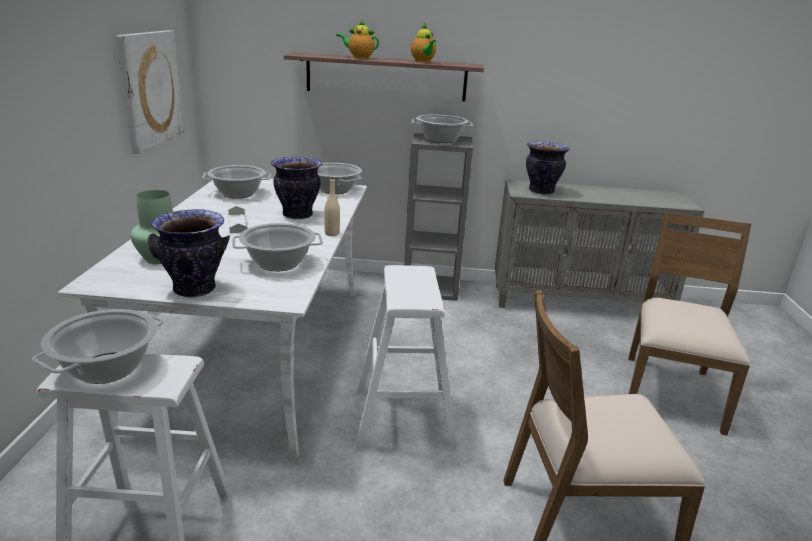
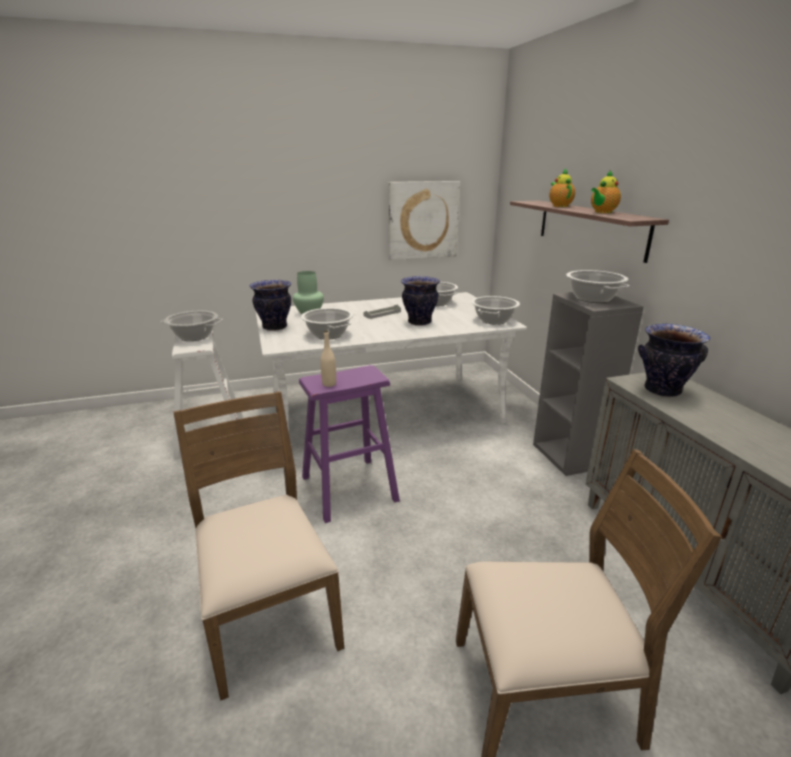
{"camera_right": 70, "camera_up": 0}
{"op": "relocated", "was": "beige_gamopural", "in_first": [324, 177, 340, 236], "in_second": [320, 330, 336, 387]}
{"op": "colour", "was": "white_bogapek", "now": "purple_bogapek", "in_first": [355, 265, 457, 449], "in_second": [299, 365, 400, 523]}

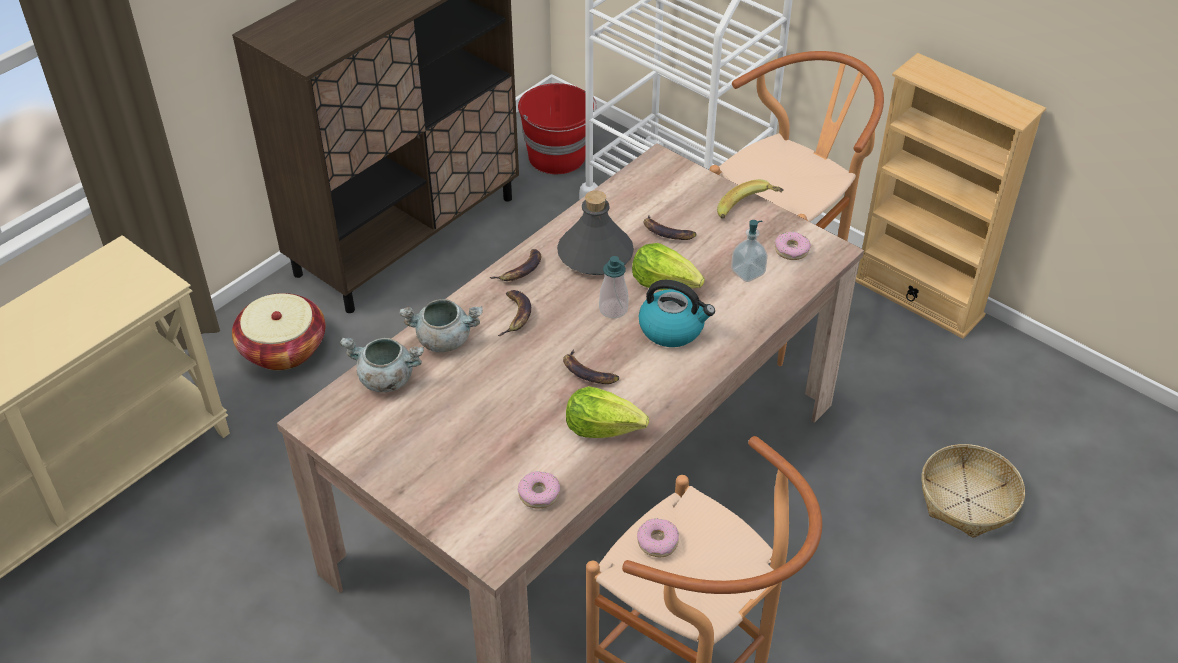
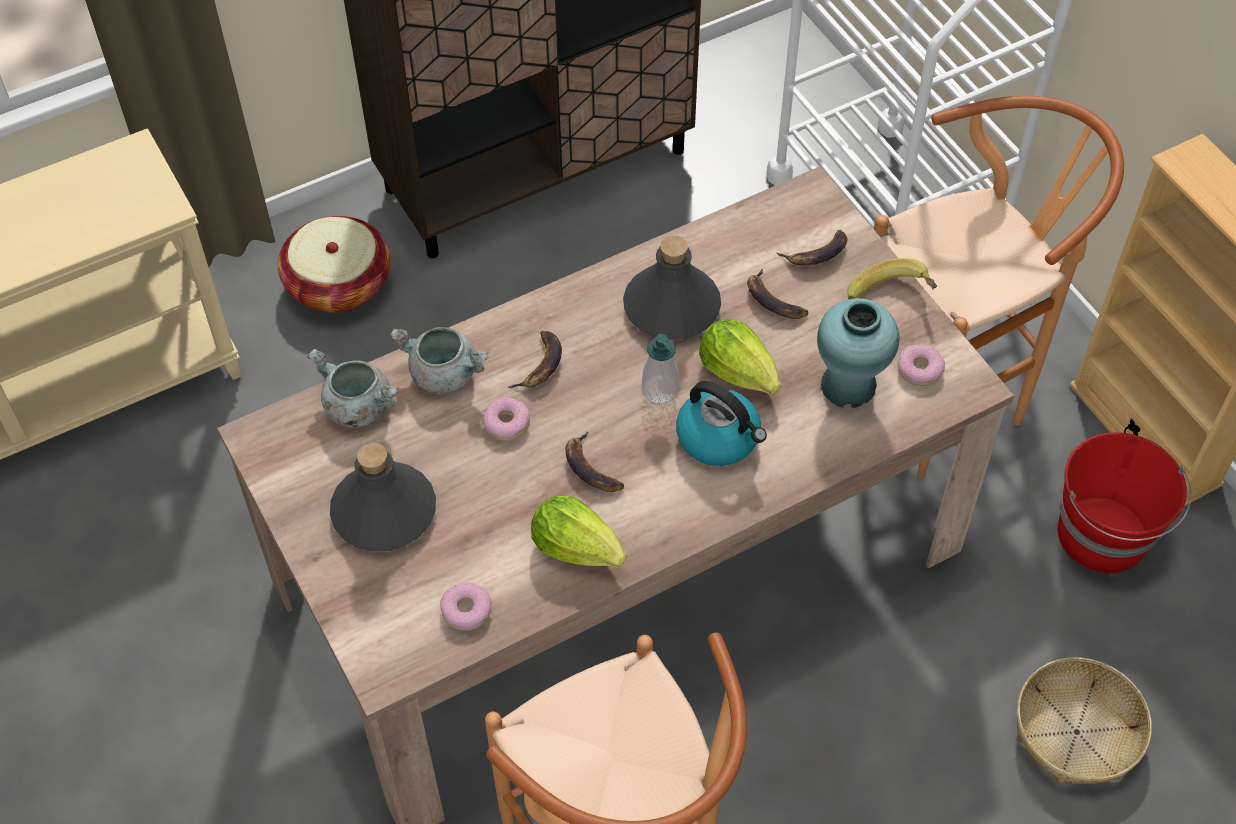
{"camera_right": 20, "camera_up": 10}
{"op": "appeared", "now": "grey_gamopural", "in_second": [330, 443, 436, 552]}
{"op": "relocated", "was": "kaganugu", "in_first": [490, 249, 542, 281], "in_second": [777, 230, 847, 266]}
{"op": "relocated", "was": "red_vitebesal", "in_first": [518, 83, 597, 174], "in_second": [1057, 432, 1191, 573]}
{"op": "relocated", "was": "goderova", "in_first": [637, 518, 679, 557], "in_second": [483, 397, 530, 441]}
{"op": "exchanged", "was": "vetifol", "now": "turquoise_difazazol", "in_first": [731, 220, 768, 282], "in_second": [817, 298, 899, 408]}

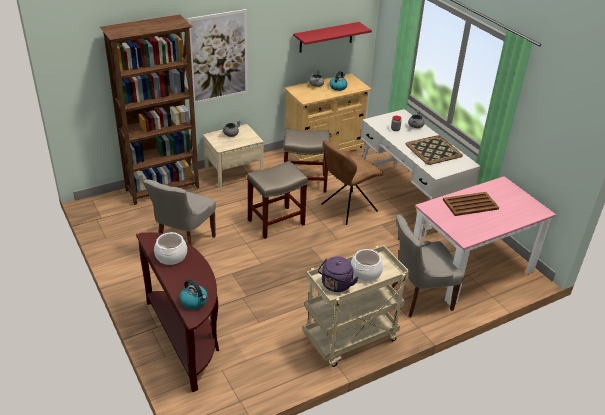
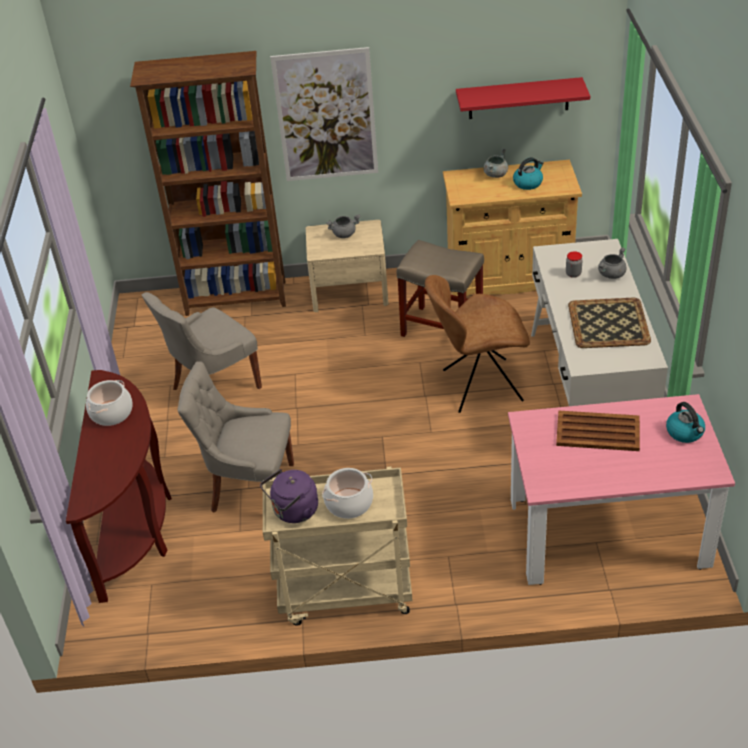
{"camera_right": 30, "camera_up": 5}
{"op": "missing", "was": "beige_bogapek", "in_first": [247, 161, 308, 239]}
{"op": "relocated", "was": "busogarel", "in_first": [180, 279, 208, 309], "in_second": [666, 402, 705, 443]}
{"op": "relocated", "was": "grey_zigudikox", "in_first": [392, 215, 464, 317], "in_second": [178, 361, 294, 513]}

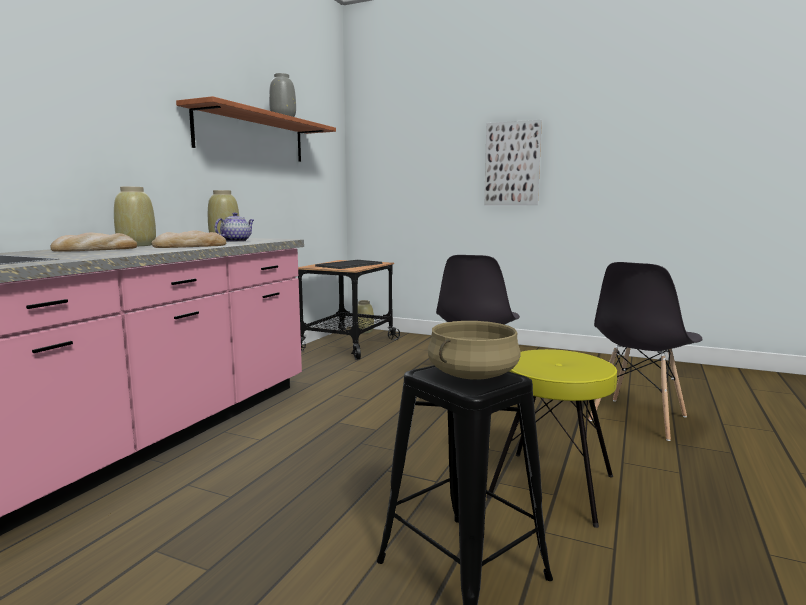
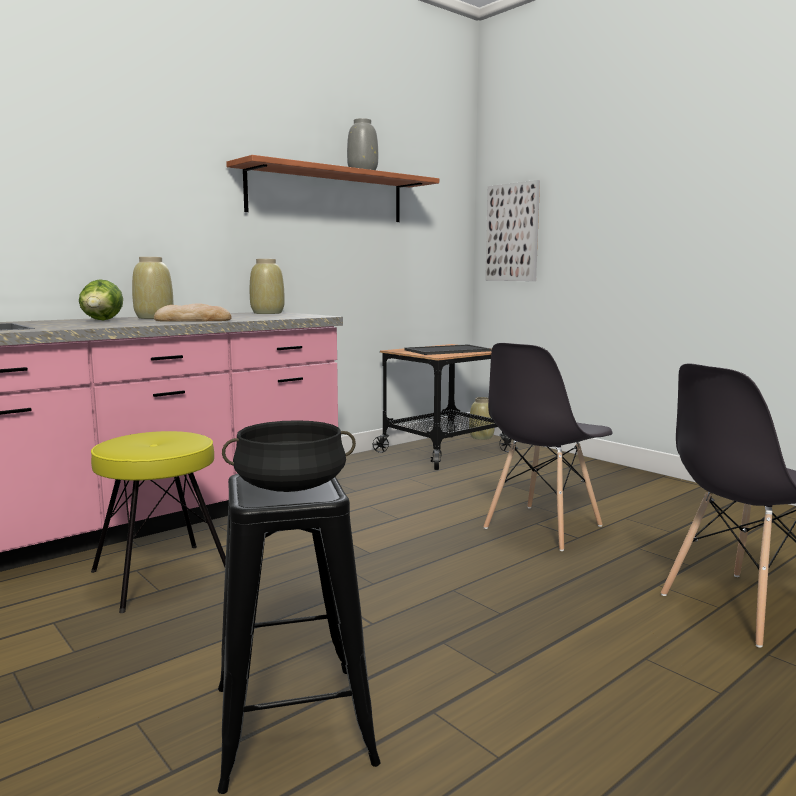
{"camera_right": 25, "camera_up": 0}
{"op": "missing", "was": "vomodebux", "in_first": [215, 213, 254, 242]}
{"op": "relocated", "was": "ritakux", "in_first": [484, 120, 542, 205], "in_second": [485, 180, 540, 281]}
{"op": "relocated", "was": "yellow_bogapek", "in_first": [486, 349, 617, 528], "in_second": [91, 431, 226, 613]}
{"op": "exchanged", "was": "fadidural", "now": "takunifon", "in_first": [51, 233, 137, 252], "in_second": [79, 279, 123, 320]}
{"op": "colour", "was": "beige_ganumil", "now": "black_ganumil", "in_first": [428, 321, 521, 380], "in_second": [222, 420, 356, 492]}

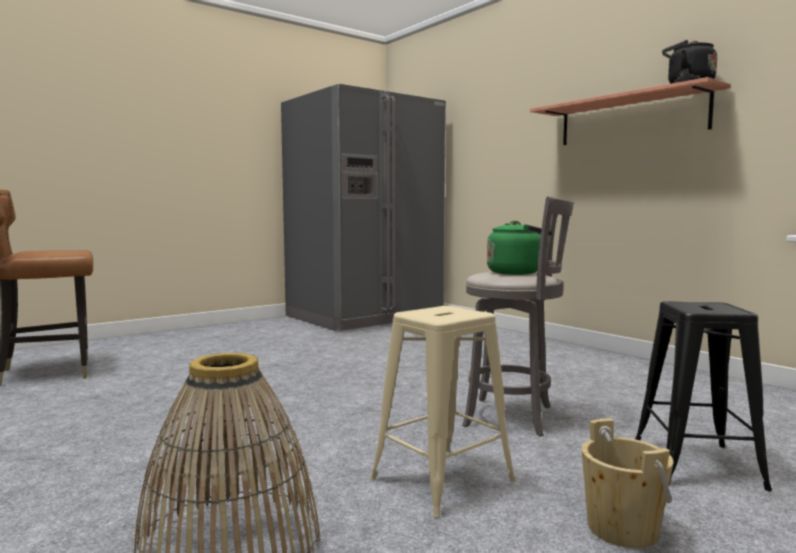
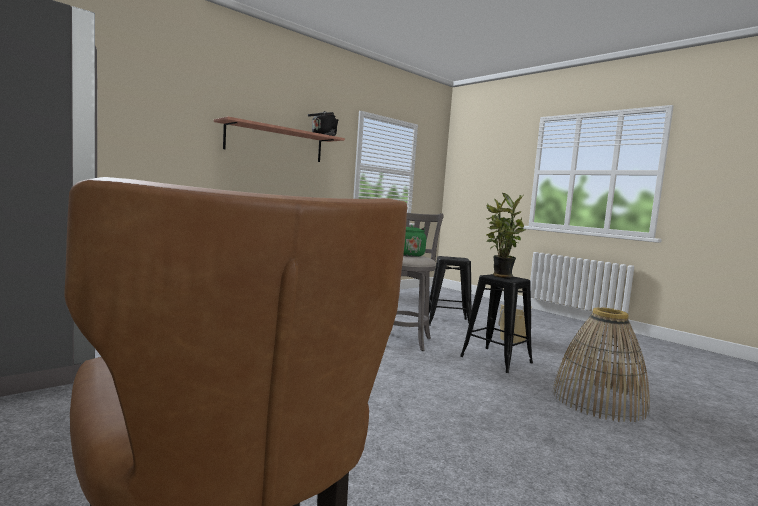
{"camera_right": -95, "camera_up": 0}
{"op": "appeared", "now": "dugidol", "in_second": [486, 193, 526, 278]}
{"op": "colour", "was": "beige_bogapek", "now": "black_bogapek", "in_first": [370, 306, 516, 517], "in_second": [460, 274, 533, 373]}

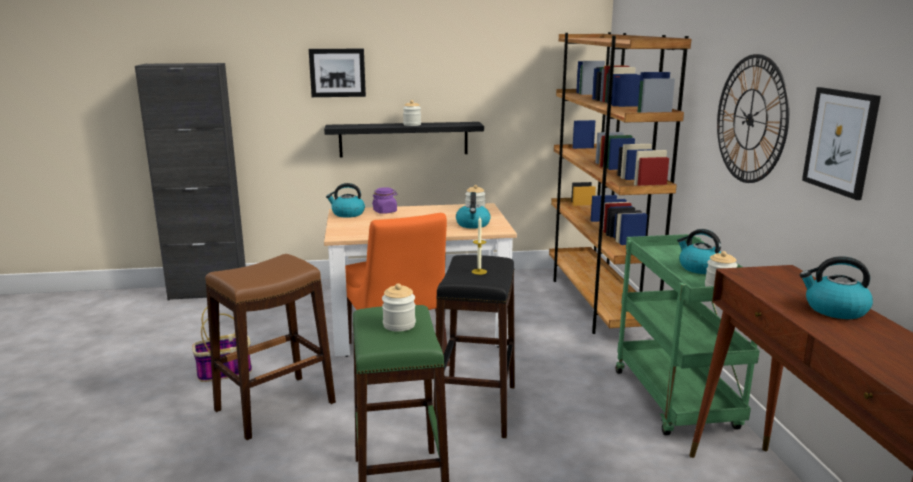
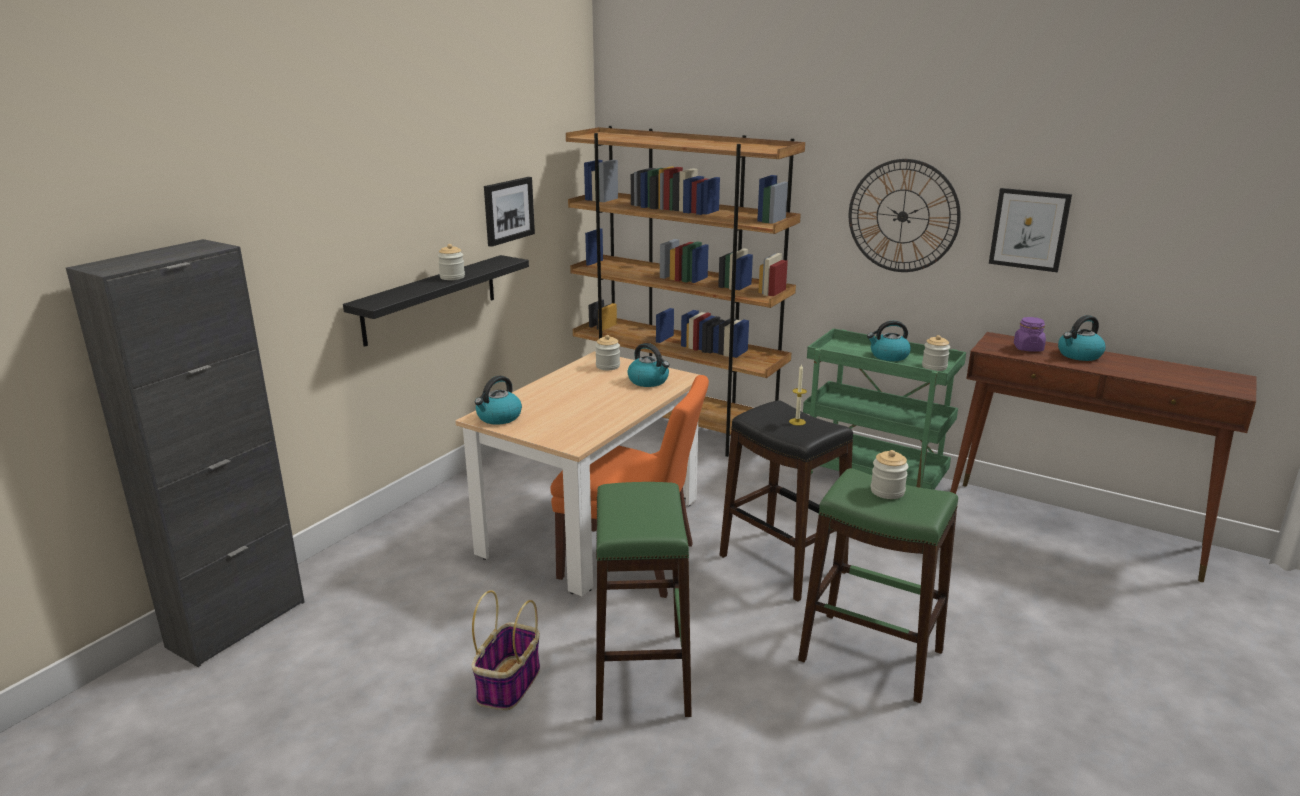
{"camera_right": -50, "camera_up": 5}
{"op": "relocated", "was": "ritakux", "in_first": [309, 49, 366, 97], "in_second": [484, 177, 535, 247]}
{"op": "relocated", "was": "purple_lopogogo", "in_first": [372, 187, 397, 214], "in_second": [1014, 317, 1046, 352]}
{"op": "colour", "was": "brown_bogapek", "now": "green_bogapek", "in_first": [205, 254, 336, 440], "in_second": [596, 482, 692, 720]}

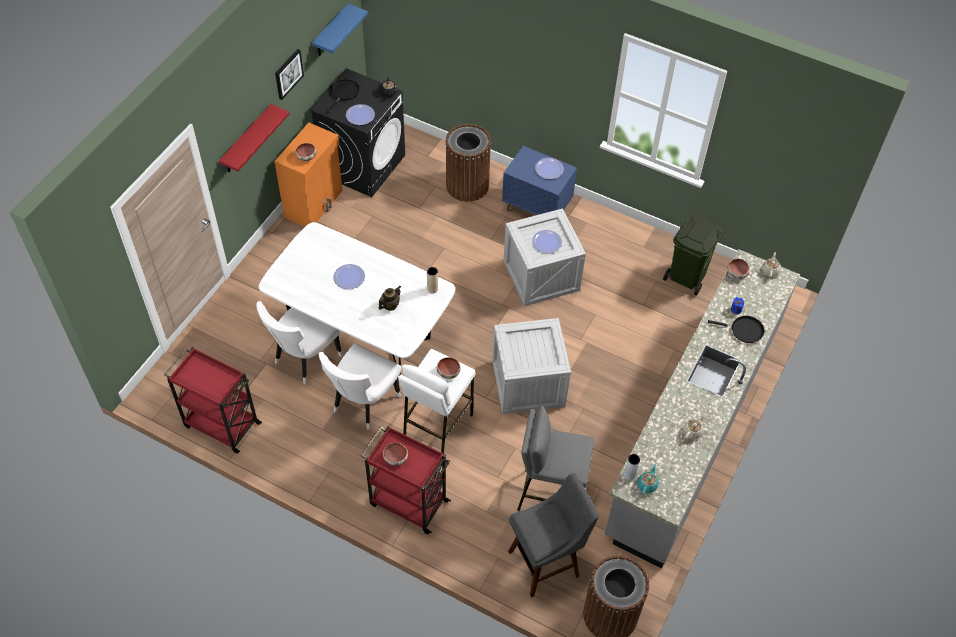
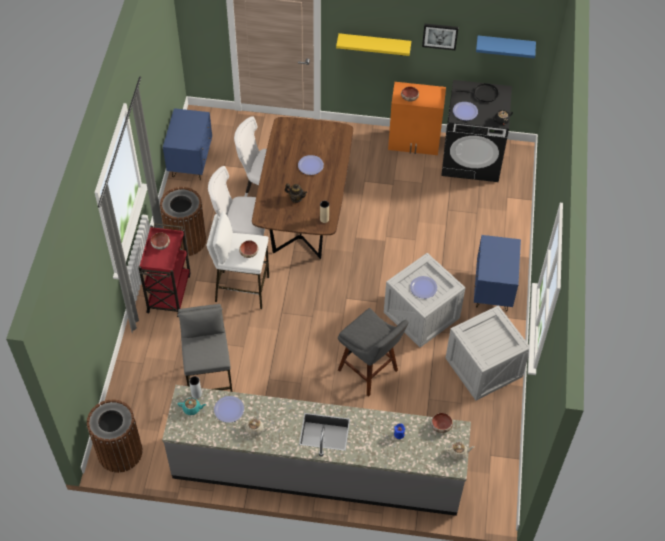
{"camera_right": 70, "camera_up": 0}
{"op": "missing", "was": "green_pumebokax", "in_first": [663, 213, 725, 295]}
{"op": "missing", "was": "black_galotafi", "in_first": [708, 316, 764, 343]}
{"op": "relocated", "was": "brown_pumebokax", "in_first": [445, 124, 491, 202], "in_second": [160, 187, 206, 256]}
{"op": "relocated", "was": "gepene", "in_first": [492, 318, 571, 414], "in_second": [446, 305, 529, 401]}
{"op": "relocated", "was": "grey_bogapek", "in_first": [508, 473, 599, 598], "in_second": [338, 308, 409, 397]}
{"op": "relocated", "was": "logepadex", "in_first": [535, 158, 564, 179], "in_second": [214, 396, 244, 423]}
{"op": "exchanged", "was": "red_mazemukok", "now": "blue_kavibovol", "in_first": [164, 347, 262, 454], "in_second": [163, 108, 212, 180]}
{"op": "colour", "was": "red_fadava", "now": "yellow_fadava", "in_first": [219, 104, 290, 172], "in_second": [336, 33, 411, 56]}
{"op": "colour", "was": "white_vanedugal", "now": "brown_vanedugal", "in_first": [259, 222, 455, 375], "in_second": [252, 117, 353, 259]}

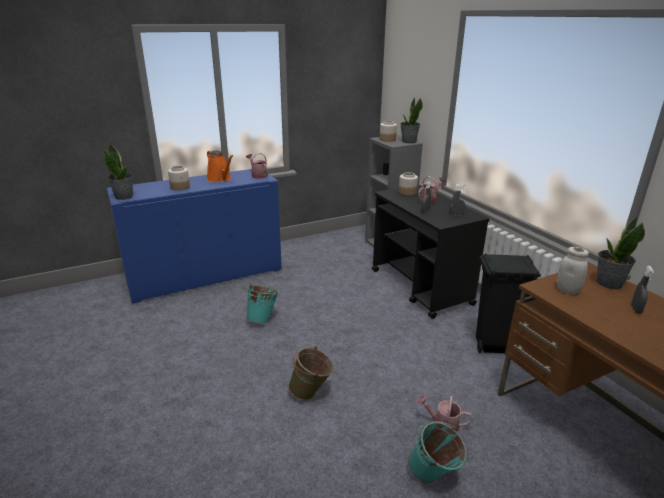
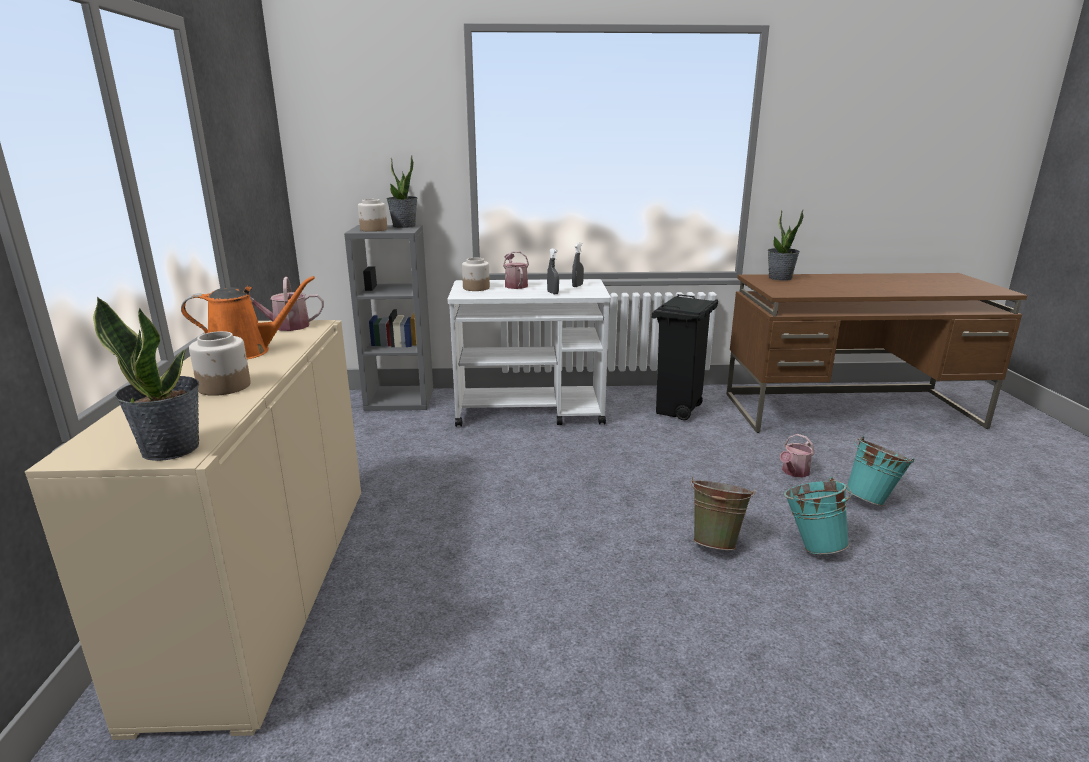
{"camera_right": -65, "camera_up": -5}
{"op": "missing", "was": "white_lopogogo", "in_first": [557, 247, 589, 294]}
{"op": "missing", "was": "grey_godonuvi", "in_first": [631, 266, 654, 314]}
{"op": "relocated", "was": "turquoise_vitebesal", "in_first": [245, 283, 279, 324], "in_second": [784, 477, 852, 554]}
{"op": "colour", "was": "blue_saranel", "now": "beige_saranel", "in_first": [107, 169, 282, 303], "in_second": [25, 320, 361, 740]}
{"op": "colour", "was": "black_mazemukok", "now": "white_mazemukok", "in_first": [372, 185, 490, 319], "in_second": [448, 279, 611, 427]}

